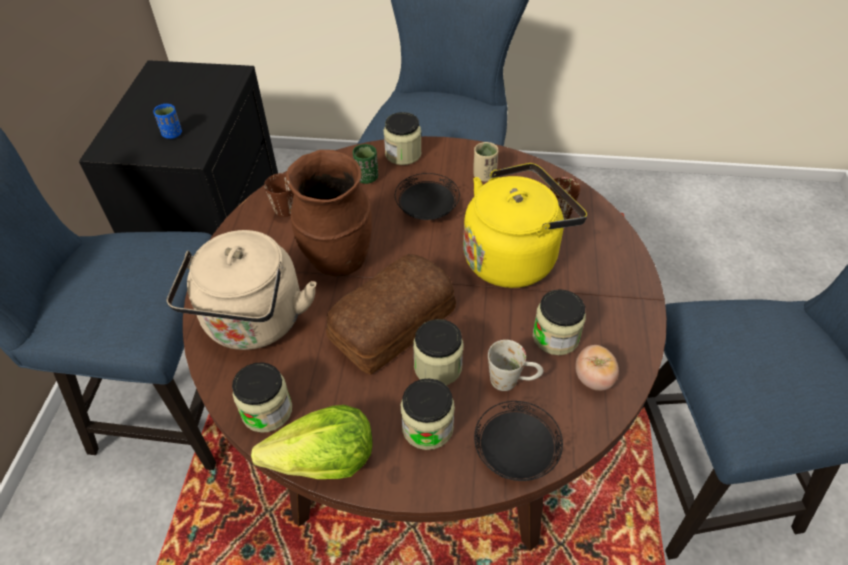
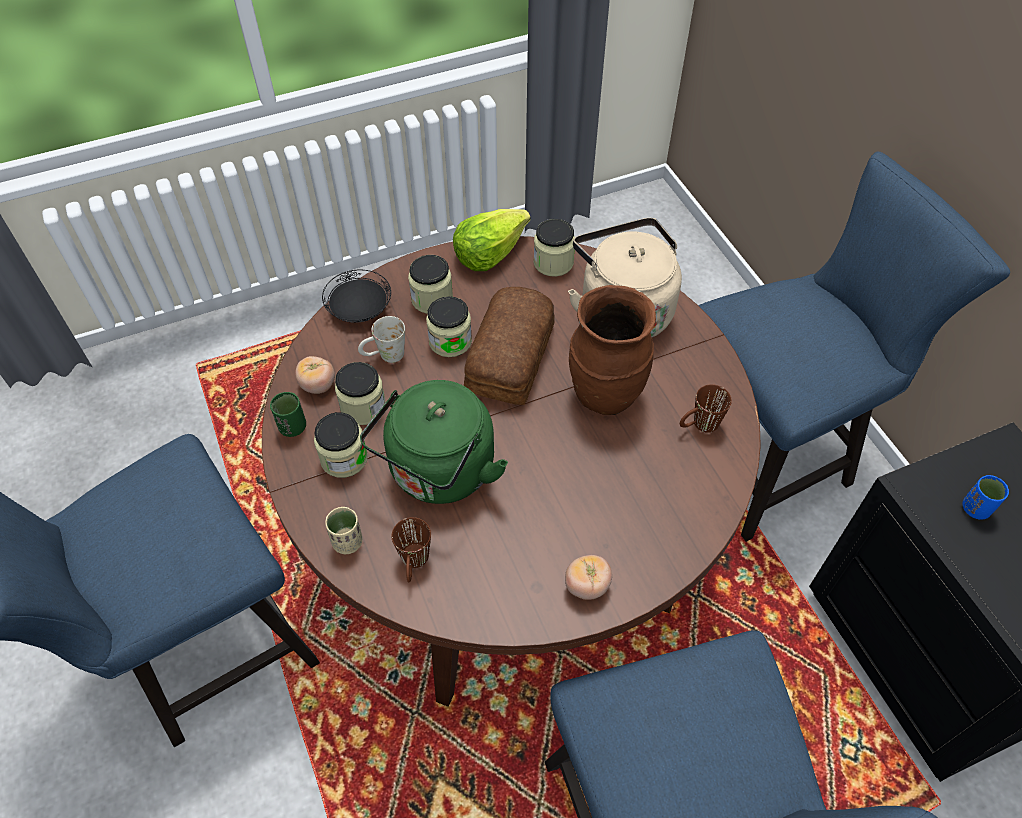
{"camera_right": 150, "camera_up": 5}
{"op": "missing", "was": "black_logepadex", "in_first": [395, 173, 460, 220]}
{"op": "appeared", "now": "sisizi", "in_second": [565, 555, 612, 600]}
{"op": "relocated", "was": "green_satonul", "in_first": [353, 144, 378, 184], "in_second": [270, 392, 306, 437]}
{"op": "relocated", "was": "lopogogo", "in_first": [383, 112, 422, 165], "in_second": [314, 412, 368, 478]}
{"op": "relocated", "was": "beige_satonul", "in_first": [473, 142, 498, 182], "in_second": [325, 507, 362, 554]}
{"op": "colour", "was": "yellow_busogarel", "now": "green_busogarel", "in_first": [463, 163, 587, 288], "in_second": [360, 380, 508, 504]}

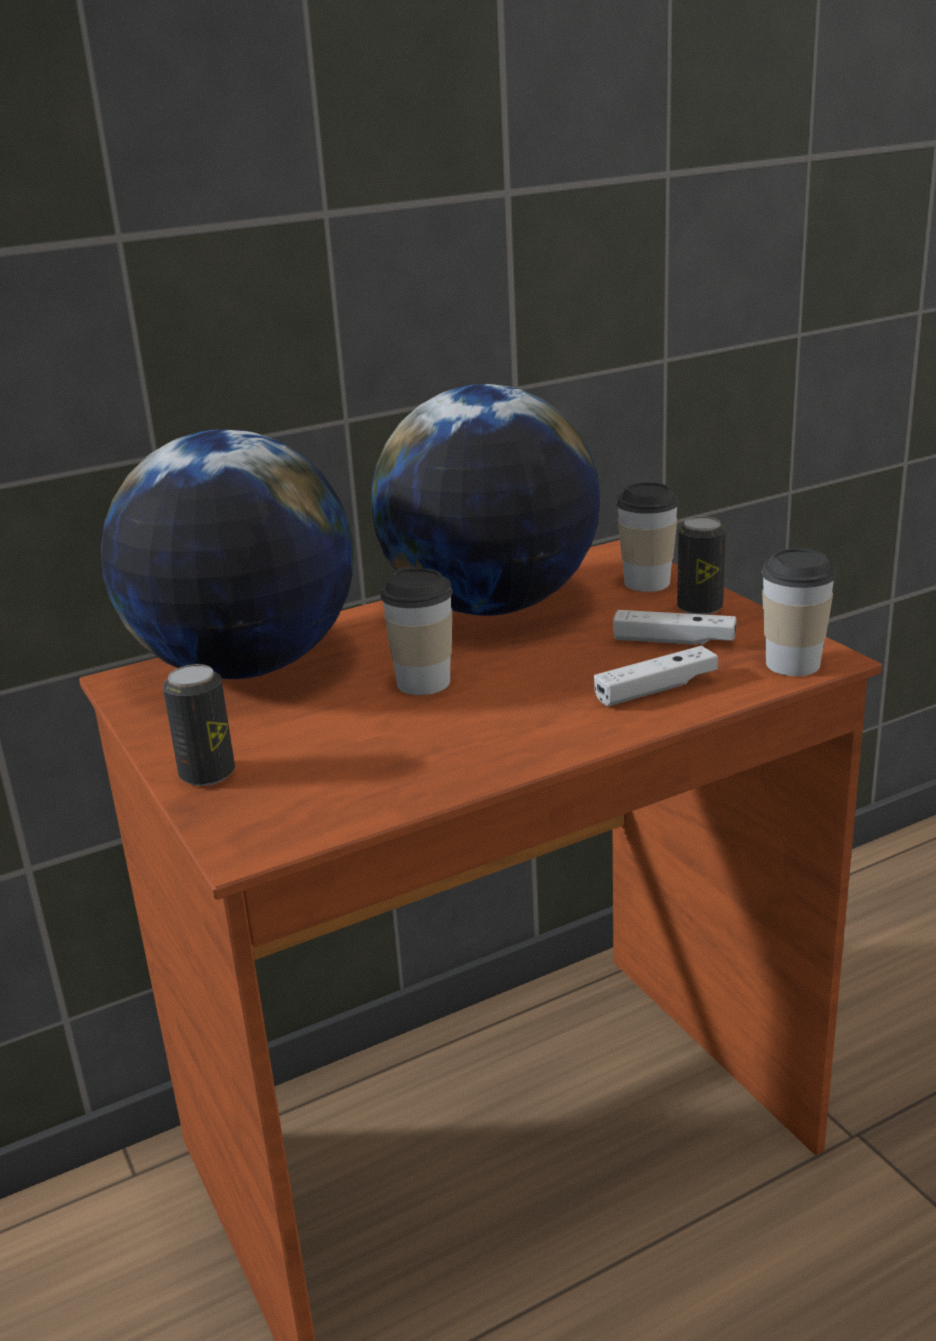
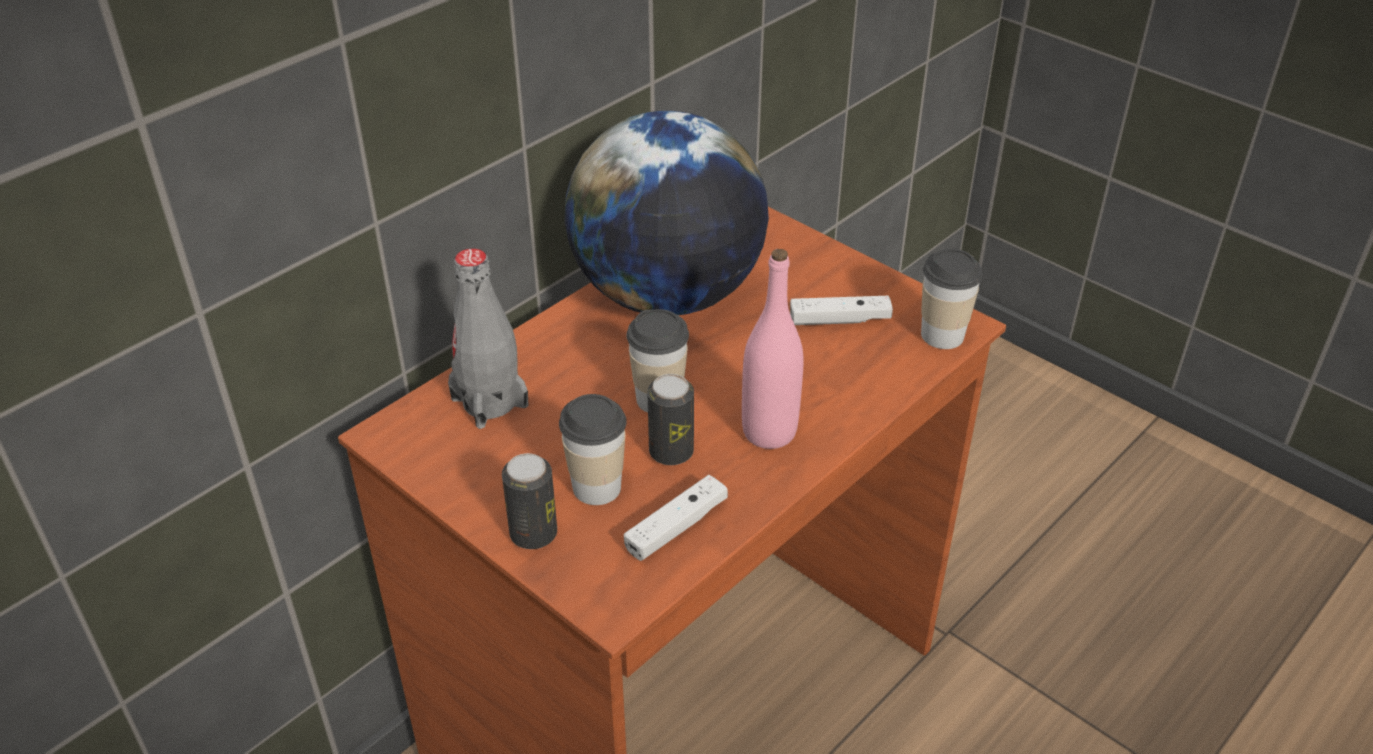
{"camera_right": -20, "camera_up": 15}
{"op": "appeared", "now": "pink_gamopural", "in_second": [742, 249, 804, 449]}
{"op": "relocated", "was": "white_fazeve", "in_first": [594, 646, 718, 706], "in_second": [624, 475, 728, 561]}
{"op": "relocated", "was": "satonul", "in_first": [616, 482, 679, 592], "in_second": [559, 394, 627, 505]}
{"op": "relocated", "was": "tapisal", "in_first": [677, 516, 726, 615], "in_second": [647, 374, 694, 465]}
{"op": "exchanged", "was": "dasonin", "now": "grey_gamopural", "in_first": [101, 429, 354, 679], "in_second": [448, 248, 529, 429]}

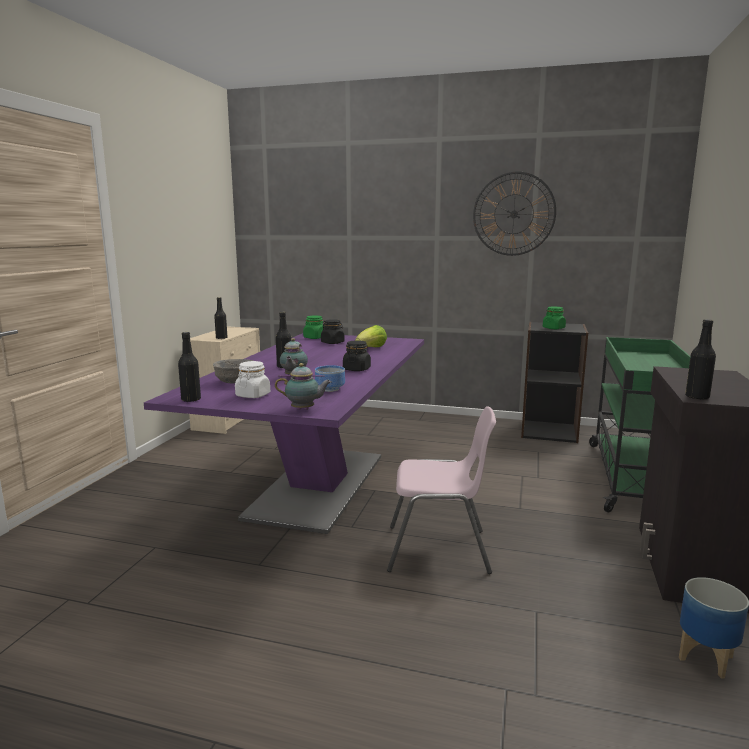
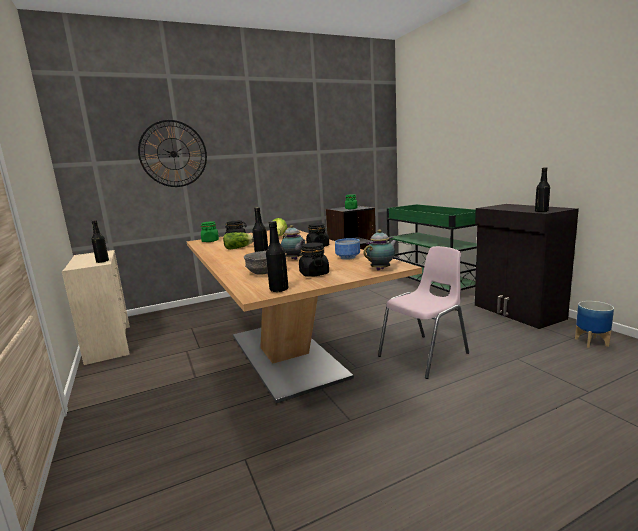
{"camera_right": -40, "camera_up": 0}
{"op": "appeared", "now": "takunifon", "in_second": [223, 232, 253, 250]}
{"op": "relocated", "was": "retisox", "in_first": [473, 171, 556, 256], "in_second": [138, 120, 207, 187]}
{"op": "colour", "was": "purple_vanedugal", "now": "beige_vanedugal", "in_first": [144, 333, 424, 534], "in_second": [186, 228, 422, 403]}
{"op": "colour", "was": "white_lopogogo", "now": "black_lopogogo", "in_first": [235, 361, 270, 398], "in_second": [299, 242, 329, 277]}

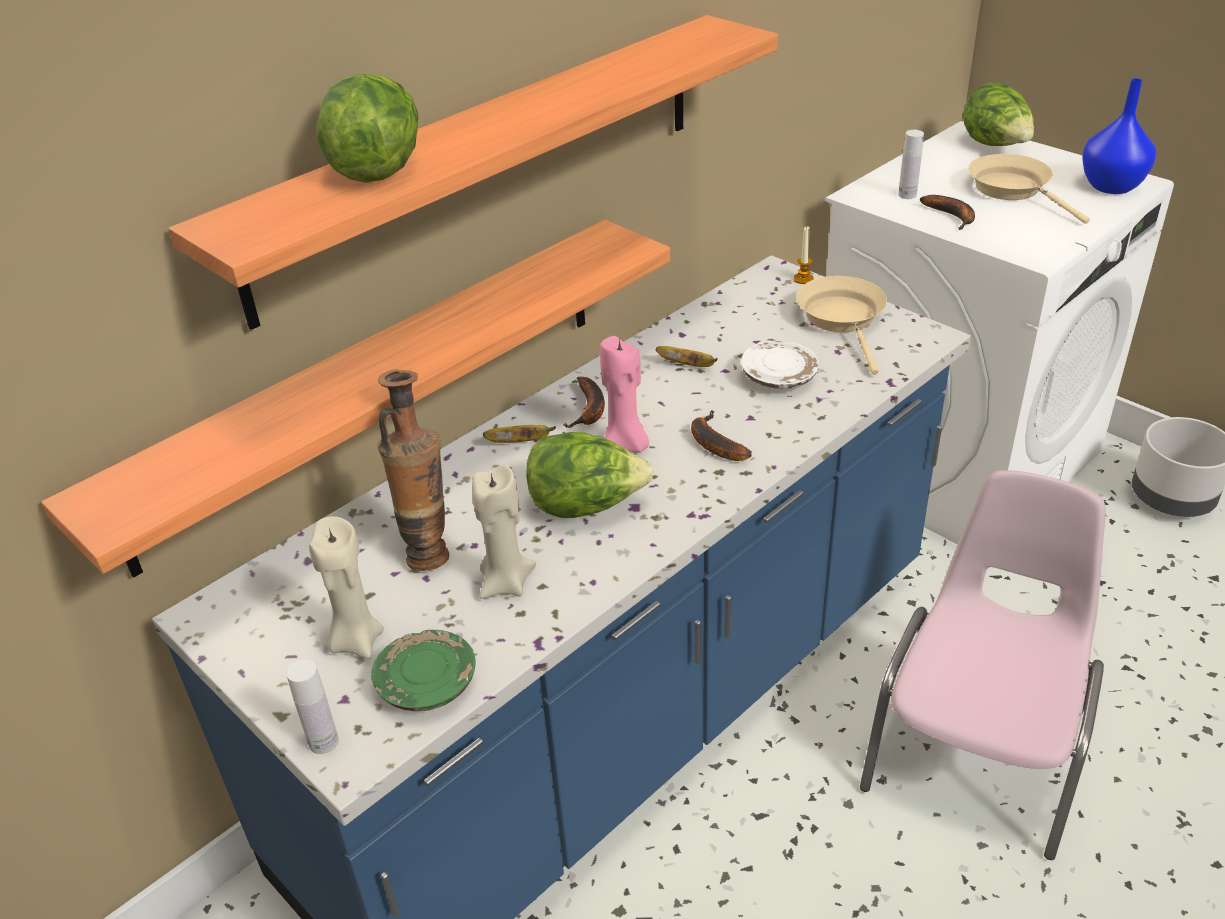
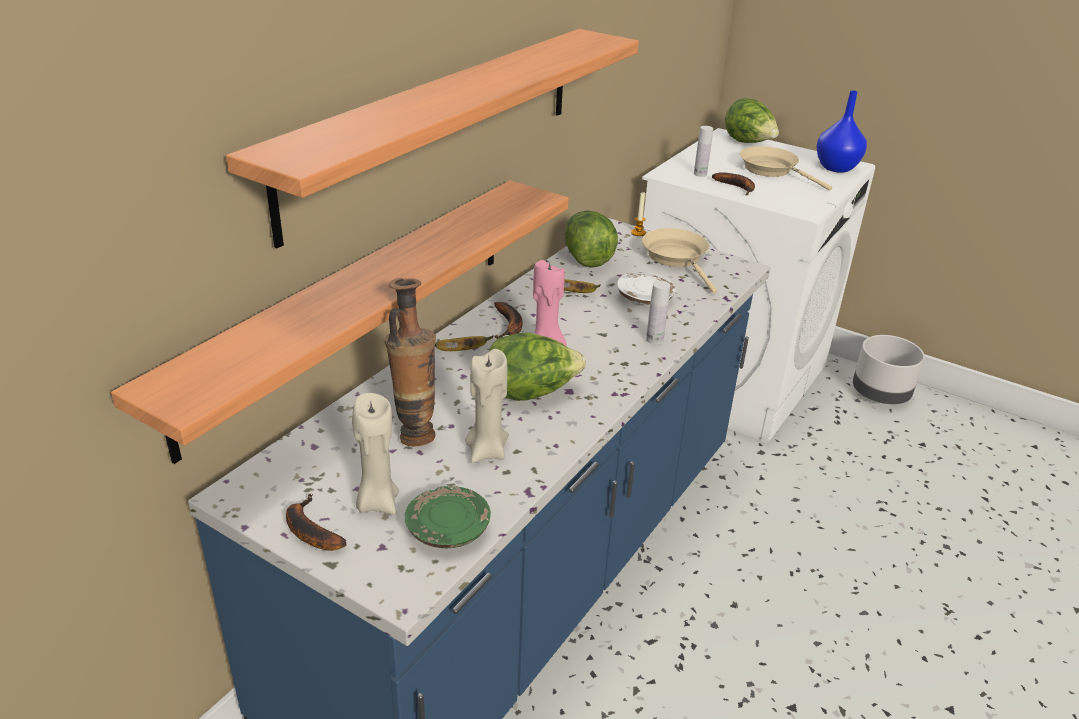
{"camera_right": -15, "camera_up": -5}
{"op": "missing", "was": "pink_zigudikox", "in_first": [860, 470, 1106, 860]}
{"op": "relocated", "was": "white_gamopural", "in_first": [286, 659, 339, 754], "in_second": [646, 281, 670, 345]}
{"op": "relocated", "was": "takunifon", "in_first": [316, 74, 418, 183], "in_second": [564, 210, 618, 268]}
{"op": "relocated", "was": "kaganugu", "in_first": [691, 410, 752, 461], "in_second": [286, 494, 346, 551]}

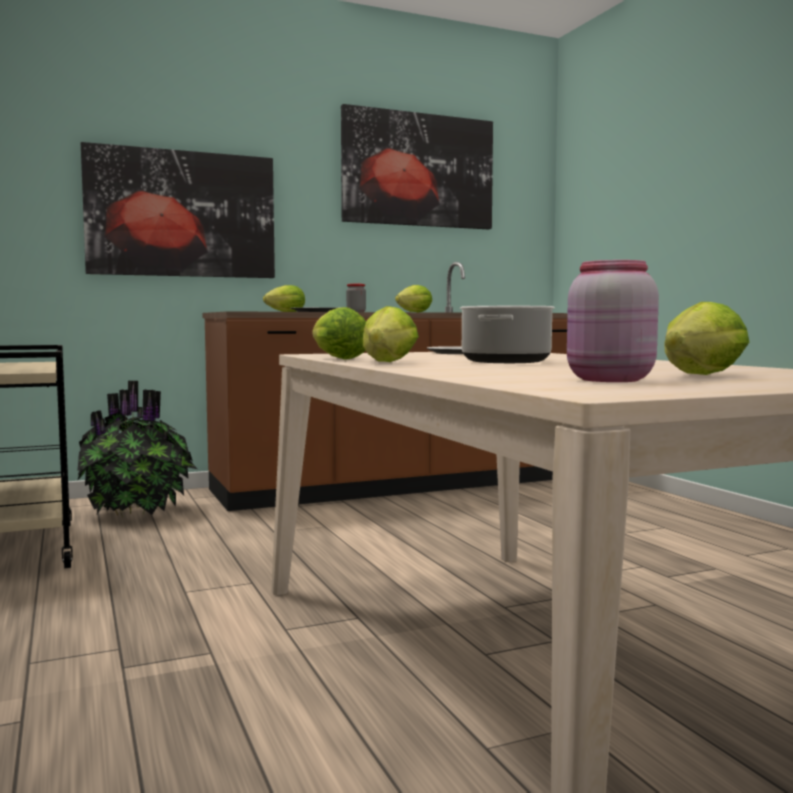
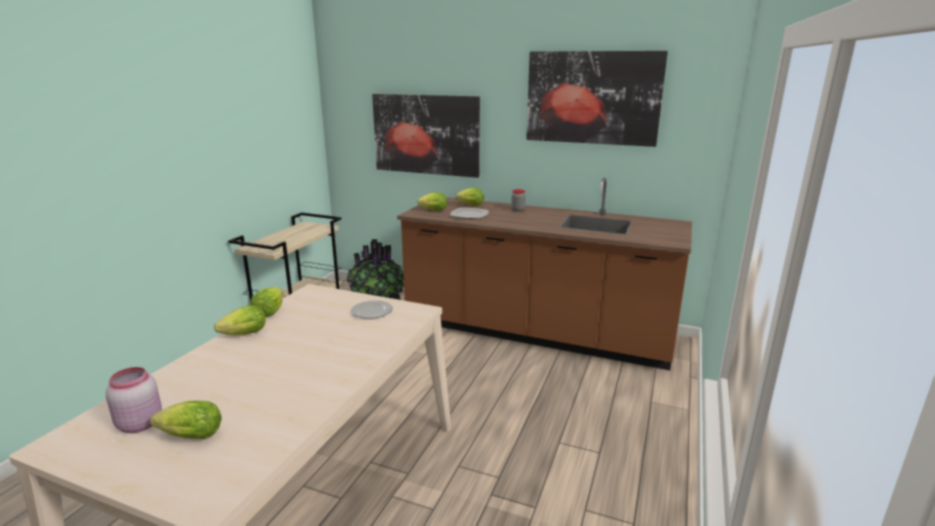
{"camera_right": 45, "camera_up": 15}
{"op": "missing", "was": "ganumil", "in_first": [460, 306, 555, 363]}
{"op": "relocated", "was": "takunifon", "in_first": [395, 285, 432, 312], "in_second": [417, 192, 447, 211]}

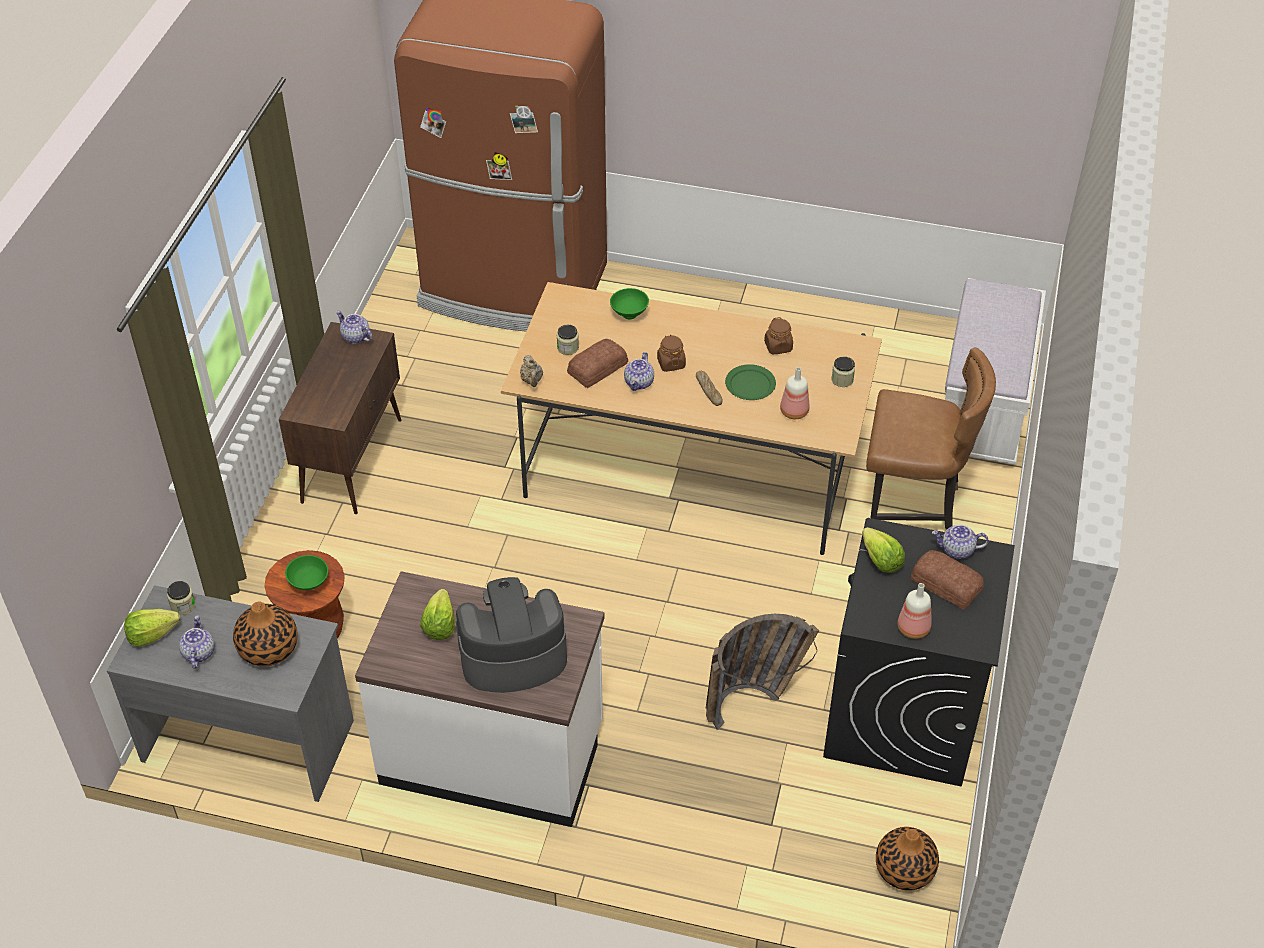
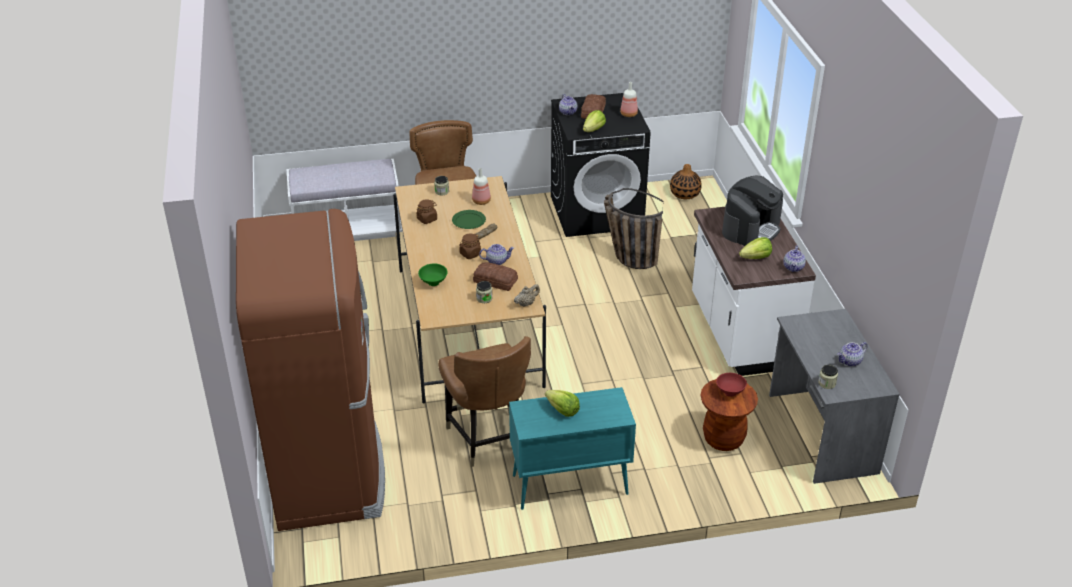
{"camera_right": -115, "camera_up": -10}
{"op": "missing", "was": "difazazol", "in_first": [233, 602, 298, 666]}
{"op": "appeared", "now": "brown_zigudikox", "in_second": [438, 336, 531, 467]}
{"op": "relocated", "was": "takunifon", "in_first": [124, 609, 180, 647], "in_second": [545, 390, 580, 417]}
{"op": "relocated", "was": "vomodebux", "in_first": [336, 311, 372, 344], "in_second": [783, 246, 806, 272]}
{"op": "colour", "was": "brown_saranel", "now": "turquoise_saranel", "in_first": [279, 322, 401, 514], "in_second": [509, 387, 636, 510]}
{"op": "colour", "was": "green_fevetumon", "now": "red_fevetumon", "in_first": [285, 555, 328, 590], "in_second": [716, 373, 747, 397]}
{"op": "spun", "was": "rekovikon", "in_first": [456, 577, 567, 693], "in_second": [722, 176, 783, 246], "clockwise": -105}

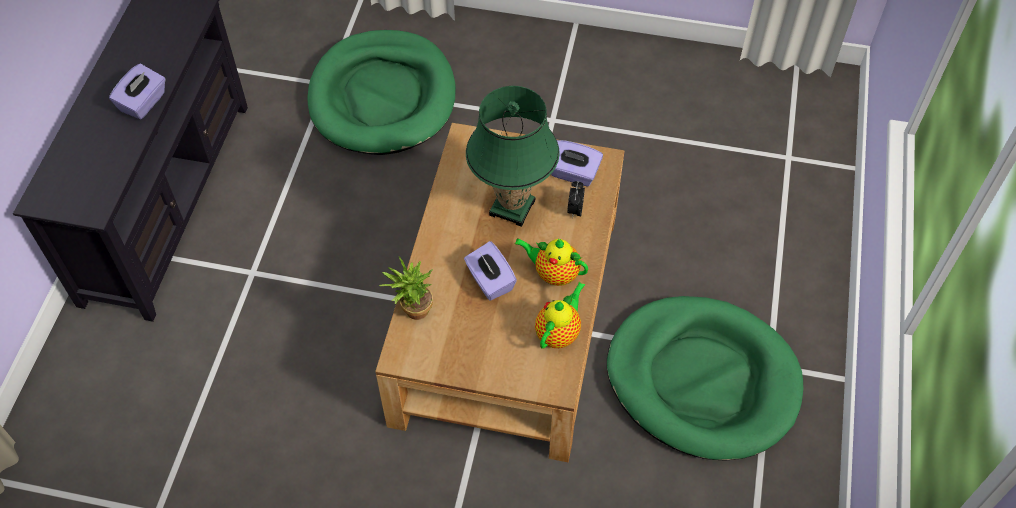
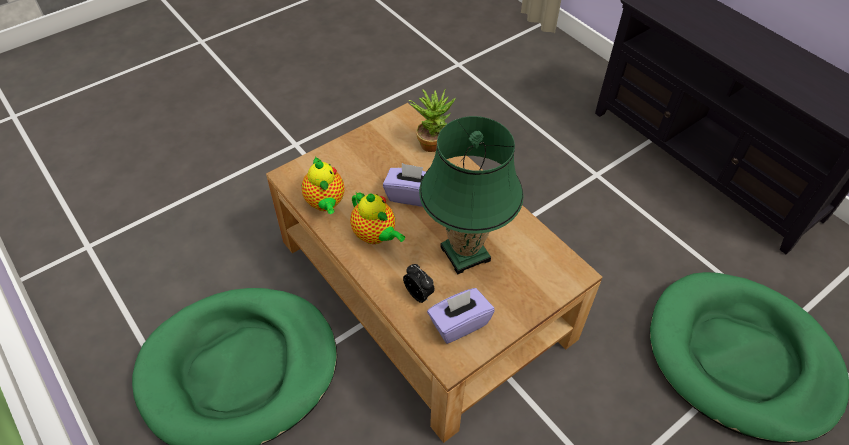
{"camera_right": 130, "camera_up": -5}
{"op": "missing", "was": "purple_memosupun", "in_first": [109, 64, 166, 119]}
{"op": "spun", "was": "vomodebux", "in_first": [515, 238, 588, 286], "in_second": [350, 192, 405, 244], "clockwise": 75}

